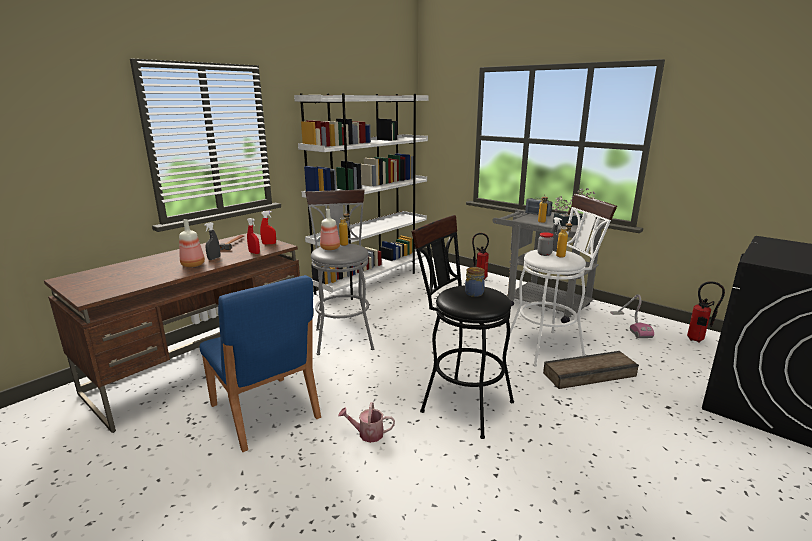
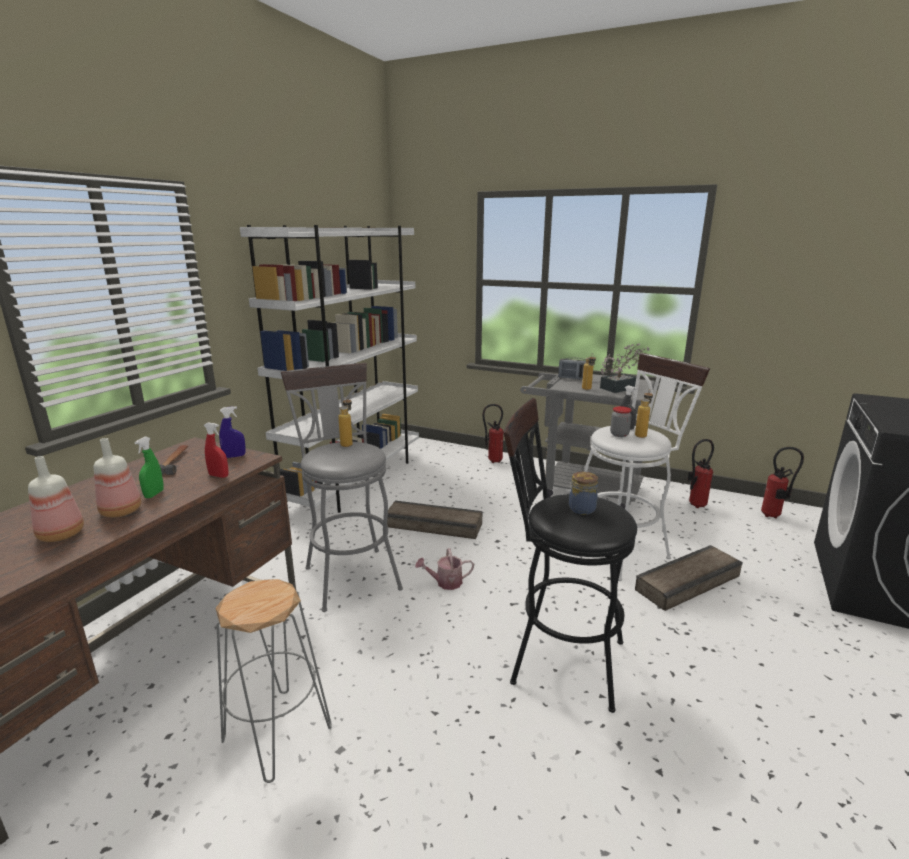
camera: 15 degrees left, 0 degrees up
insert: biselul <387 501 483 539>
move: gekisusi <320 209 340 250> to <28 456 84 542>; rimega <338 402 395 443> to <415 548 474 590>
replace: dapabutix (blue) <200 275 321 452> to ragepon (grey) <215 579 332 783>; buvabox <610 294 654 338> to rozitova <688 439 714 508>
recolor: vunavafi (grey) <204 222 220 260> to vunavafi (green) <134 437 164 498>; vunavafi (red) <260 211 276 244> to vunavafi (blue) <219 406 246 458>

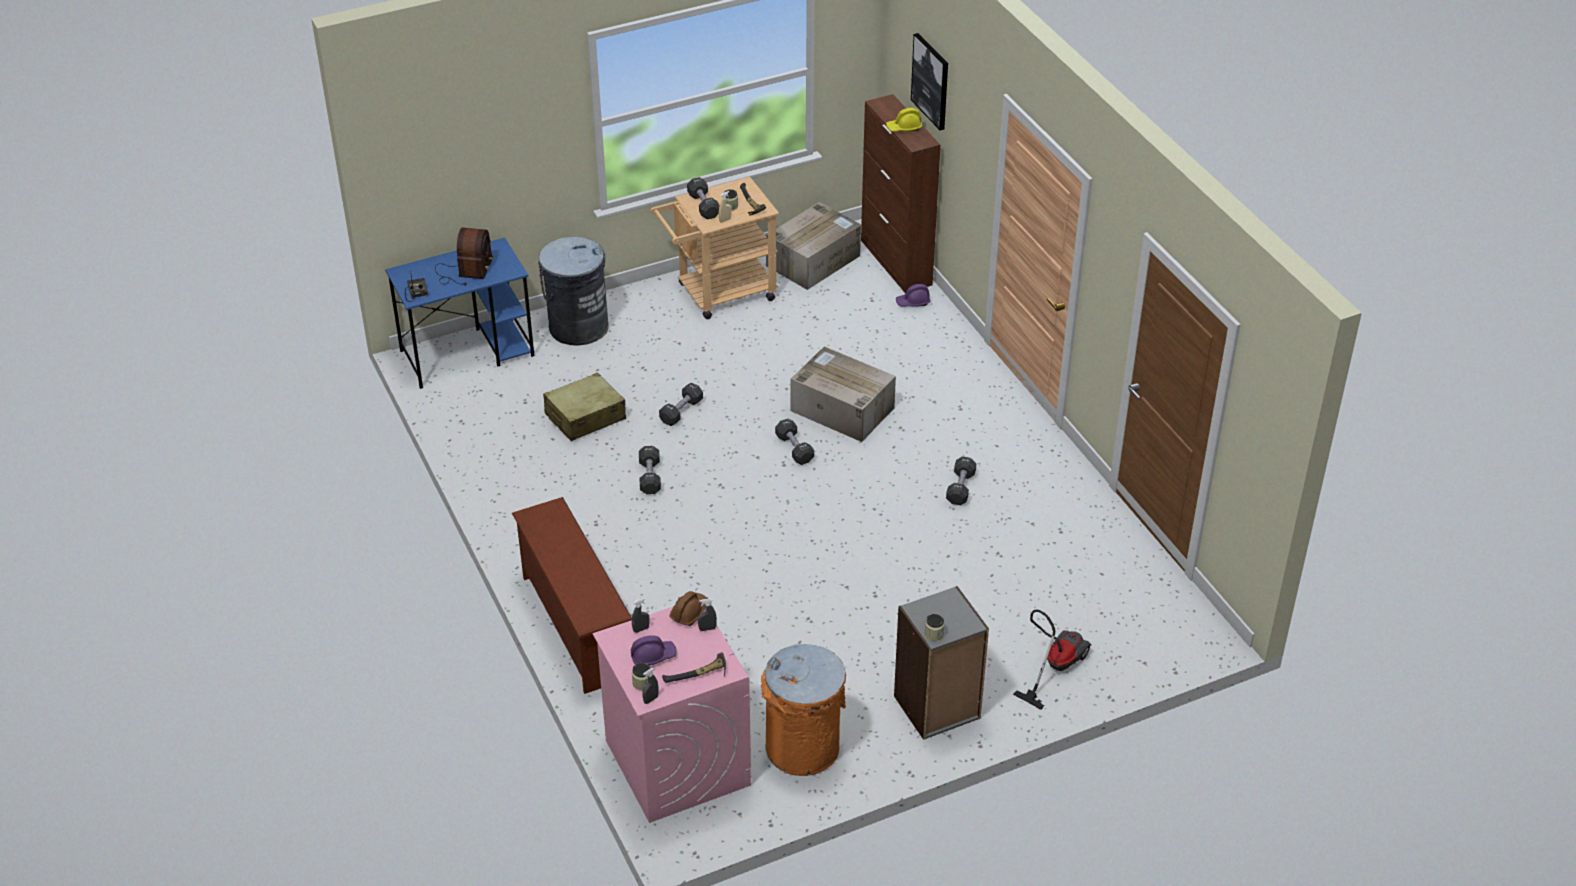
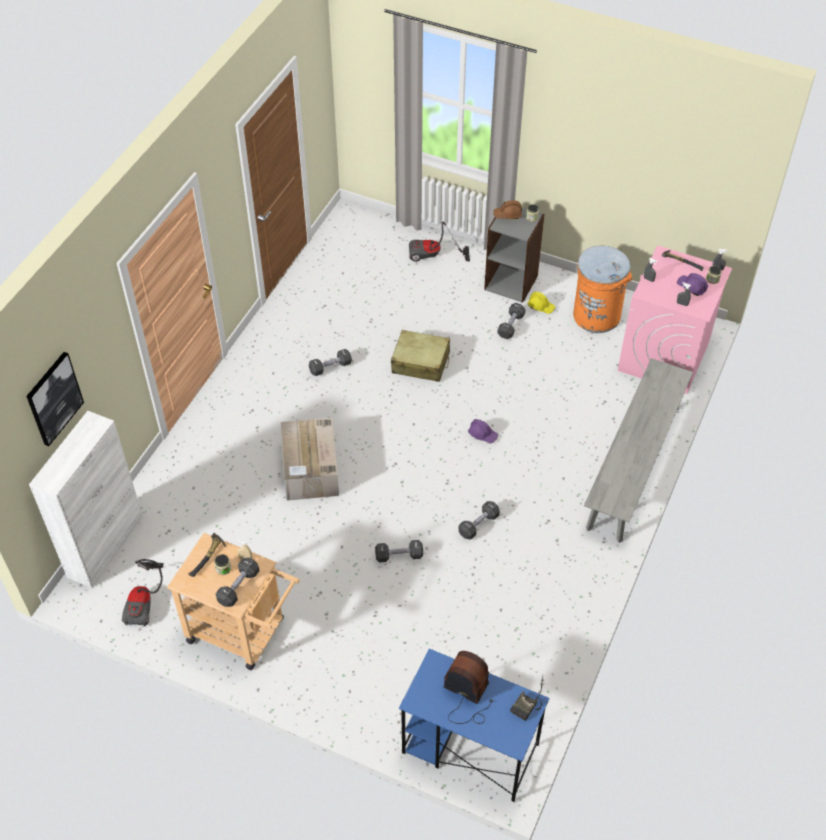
camera: 130 degrees left, 10 degrees up
delete: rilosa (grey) <538 237 609 345>
move: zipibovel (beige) <543 373 626 441> to <391 330 450 382>; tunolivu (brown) <669 591 709 626> to <493 200 522 219>; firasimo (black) <775 419 814 465> to <497 303 526 339>; tunolivu (yellow) <886 108 922 131> to <528 292 555 314>; tunolivu (purple) <896 284 931 307> to <468 419 498 444>
replace: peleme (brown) <512 497 632 694> to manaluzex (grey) <584 358 693 543>; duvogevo <766 202 861 290> to buvabox <122 559 164 626>
recolor: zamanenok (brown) <861 94 941 293> to zamanenok (white) <29 411 143 588>
rotate: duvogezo <435 227 493 286> = <444 651 493 724> 60 degrees clockwise

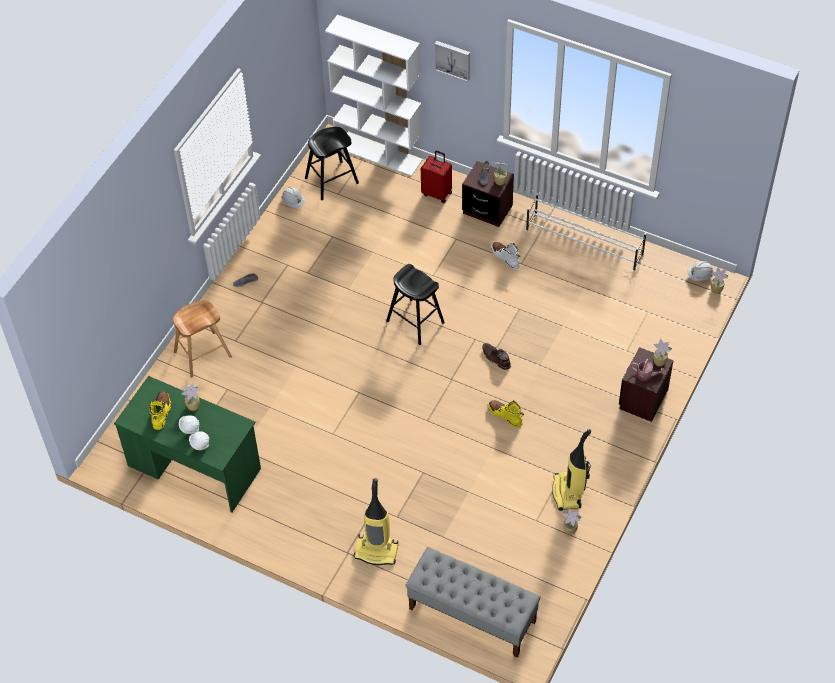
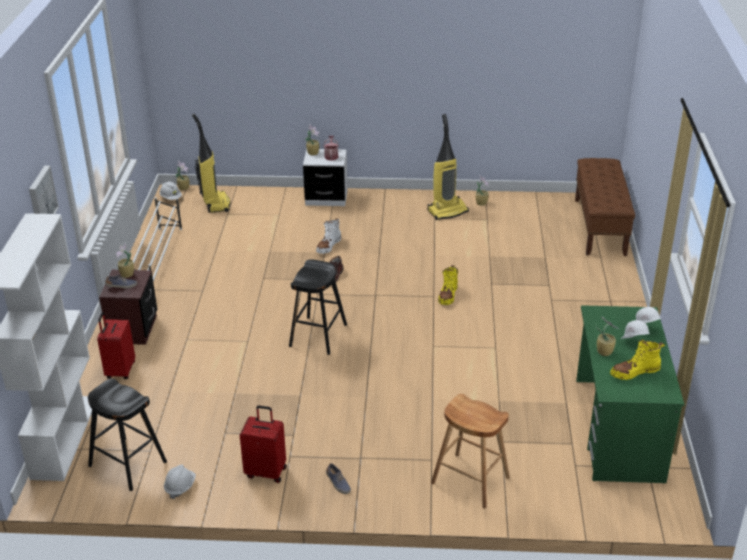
camera: 115 degrees left, 20 degrees down
insert: zipibovel (red) <240 405 287 483>
move: buvabox <354 478 398 565> to <192 113 230 213>; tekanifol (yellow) <487 400 524 428> to <438 265 458 305>; tekanifol (white) <491 242 520 270> to <316 219 341 254>
recolor: manaluzex (grey) <406 547 541 658> to manaluzex (brown) <575 158 635 256>; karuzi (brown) <619 347 674 422> to karuzi (white) <303 149 348 206>

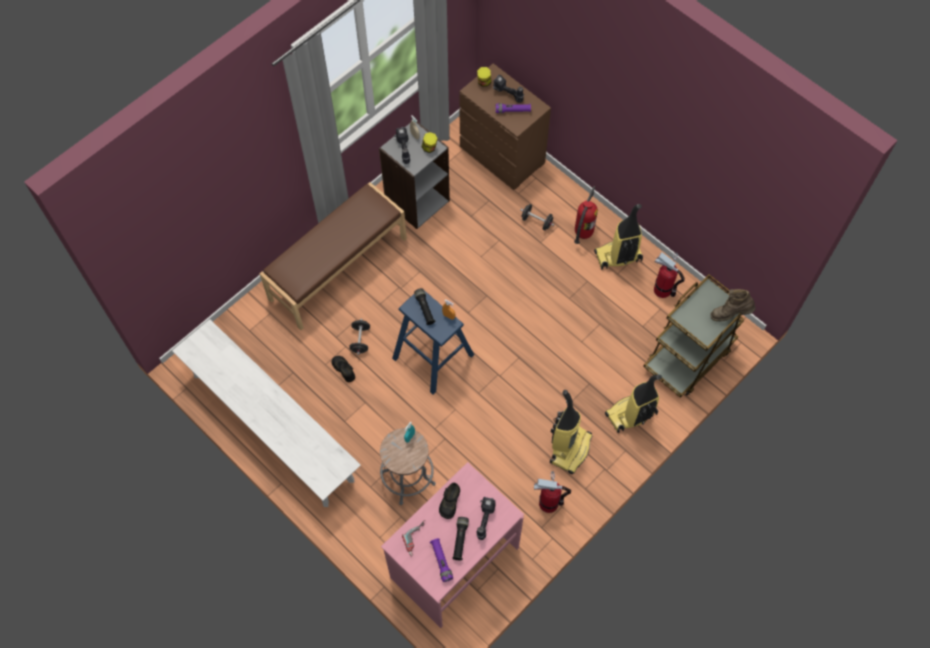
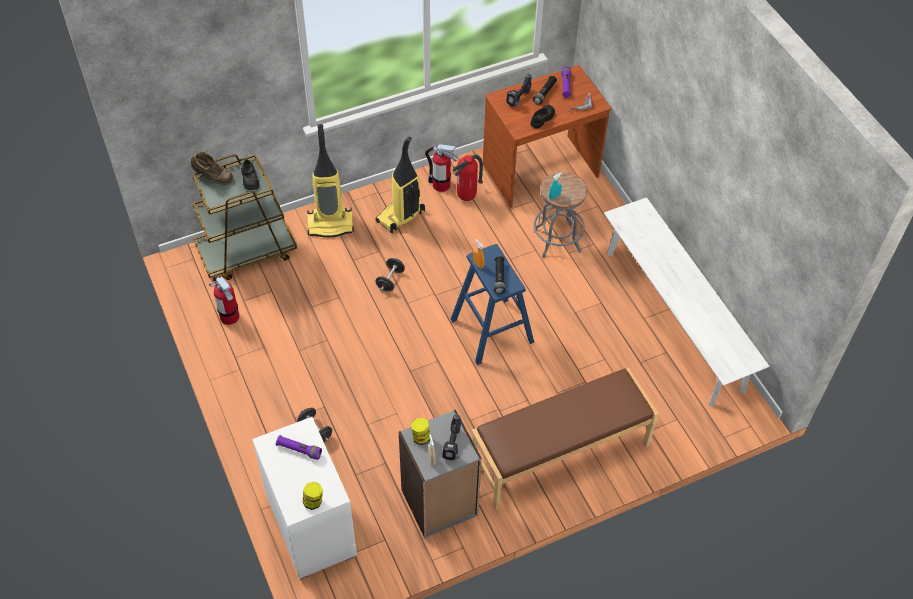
camera: 160 degrees left, 10 degrees down
delete: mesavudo <493 75 524 103>; buvabox <594 204 643 270>
move: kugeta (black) <331 356 355 382> to <241 160 260 190>; firasimo (black) <349 319 370 355> to <376 258 405 291>; rozitova <574 186 598 244> to <452 155 483 201>
recolor: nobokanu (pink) <381 462 524 628> to nobokanu (brown) <483 65 612 208>; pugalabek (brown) <459 63 551 190> to pugalabek (white) <252 417 357 579>

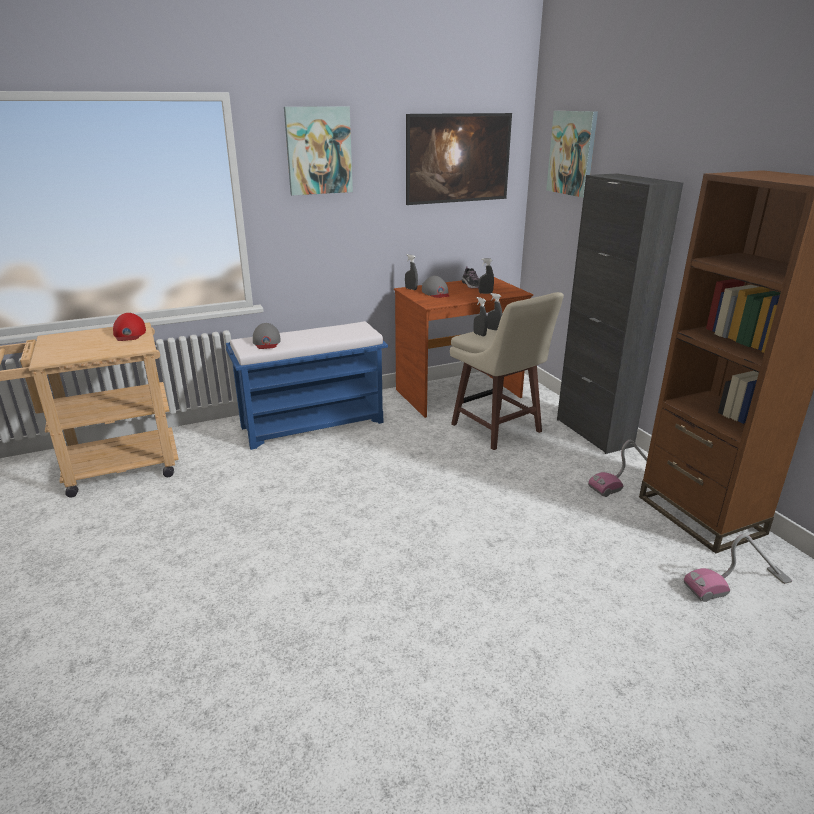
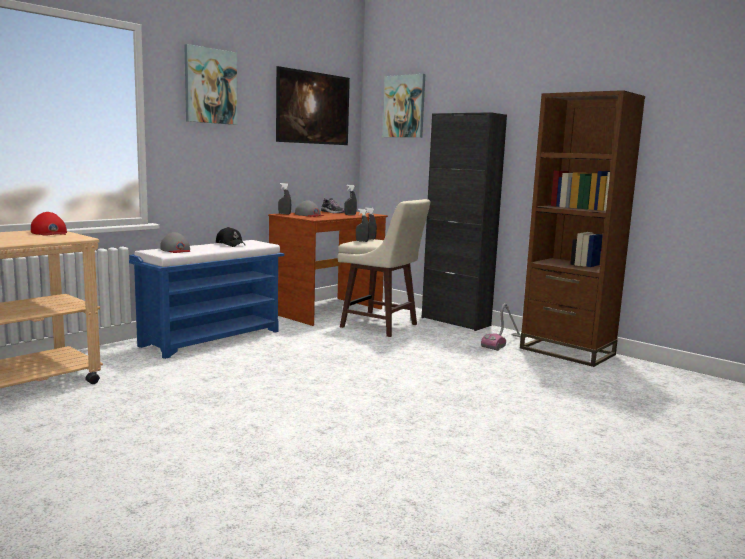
camera: 25 degrees left, 15 degrees down
delete: buvabox <684 534 792 602>
insert: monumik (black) <216 227 246 247>

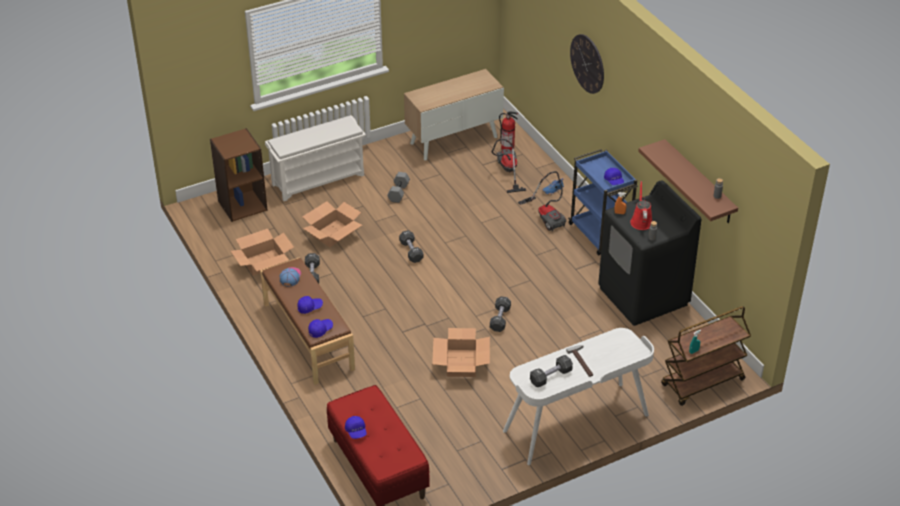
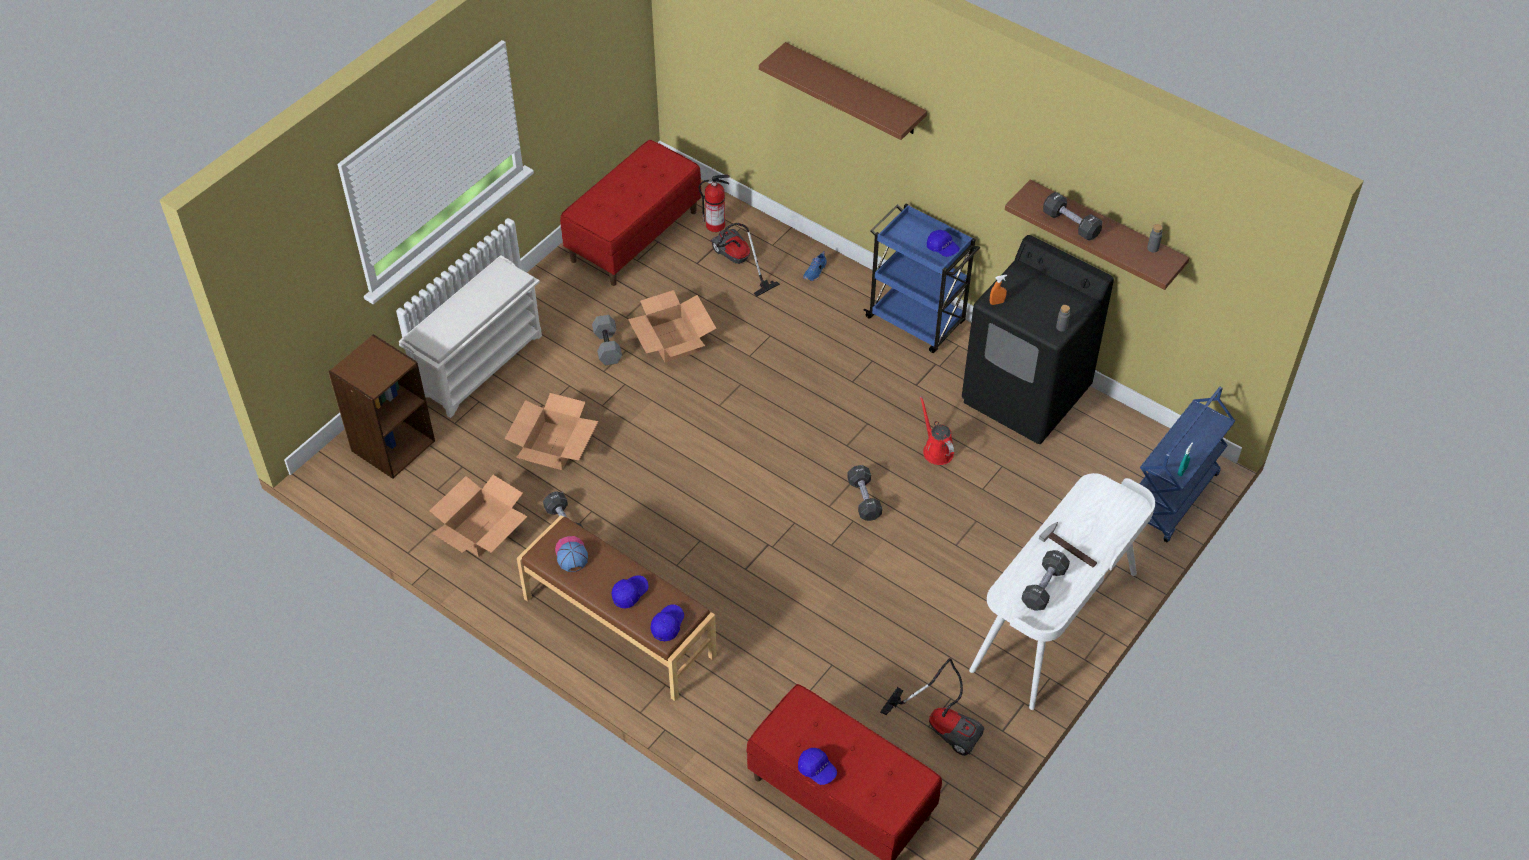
camera: 25 degrees left, 10 degrees up
move: firasimo (black) <399 230 424 263> to <1043 192 1102 241>; duvogevo <432 328 490 377> to <628 290 716 363>; buvabox <518 171 566 231> to <880 658 984 756>; rimega (red) <630 181 652 230> to <920 396 954 465>
replace: zamanenok <404 69 504 161> to manaluzex (red) <560 140 701 286>; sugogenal <570 34 604 94> to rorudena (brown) <759 42 927 140>
recolor: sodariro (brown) <661 306 751 406> to sodariro (blue) <1139 387 1235 543>

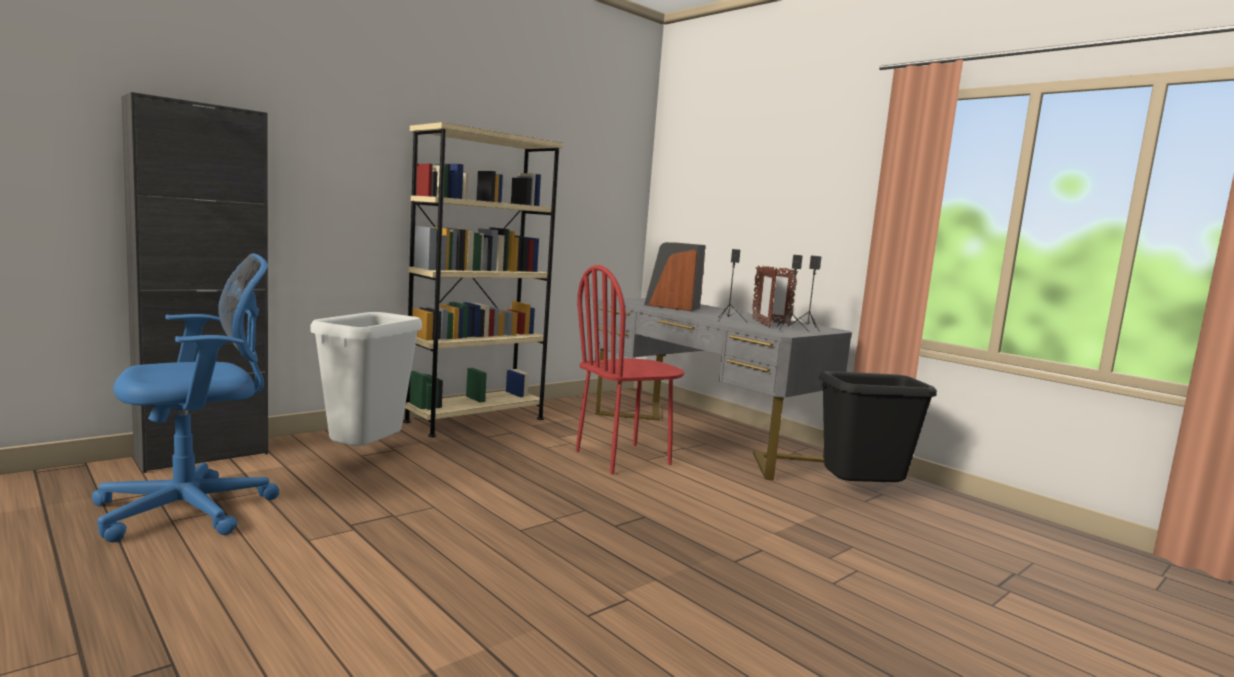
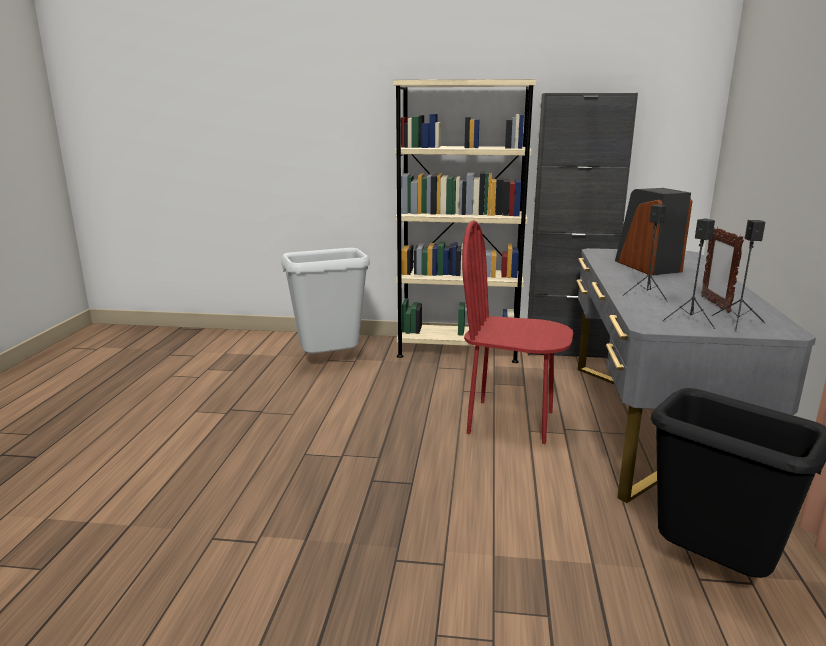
camera: 50 degrees right, 10 degrees up
delete: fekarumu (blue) <92 253 280 542>; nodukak <756 267 777 327>
move: zamanenok (black) <122 92 268 473> to <527 93 638 359>

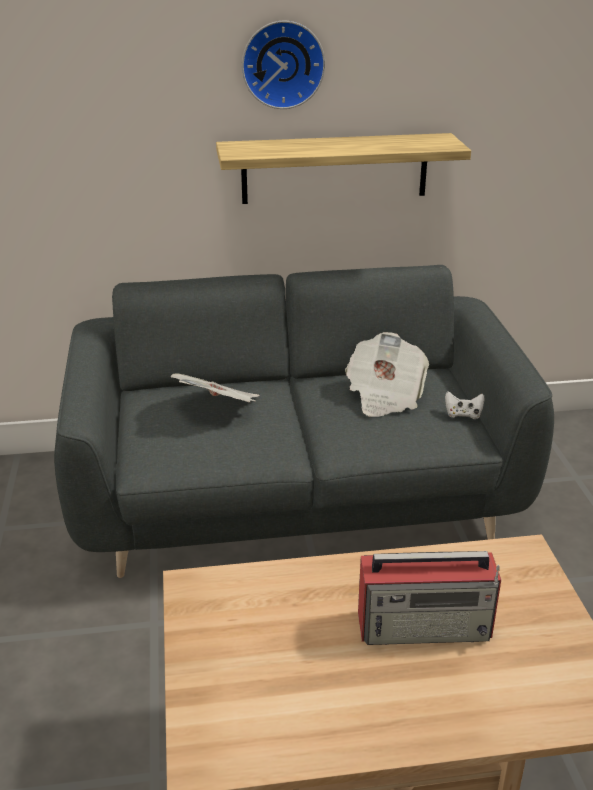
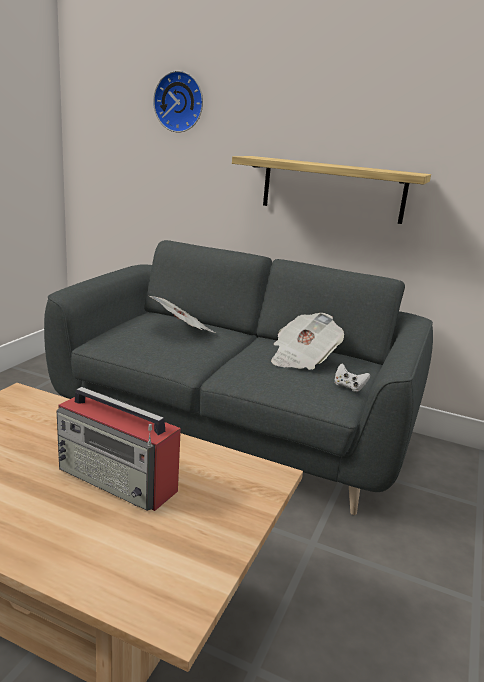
camera: 30 degrees right, 10 degrees down
move: sugogenal <242 20 325 109> to <153 71 203 133>

